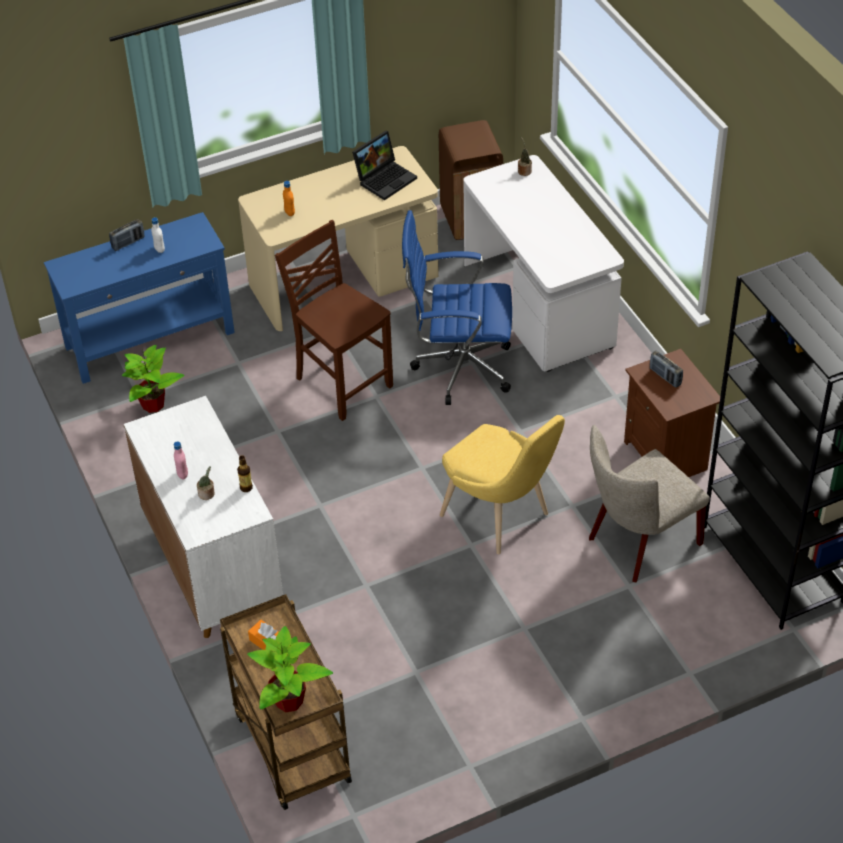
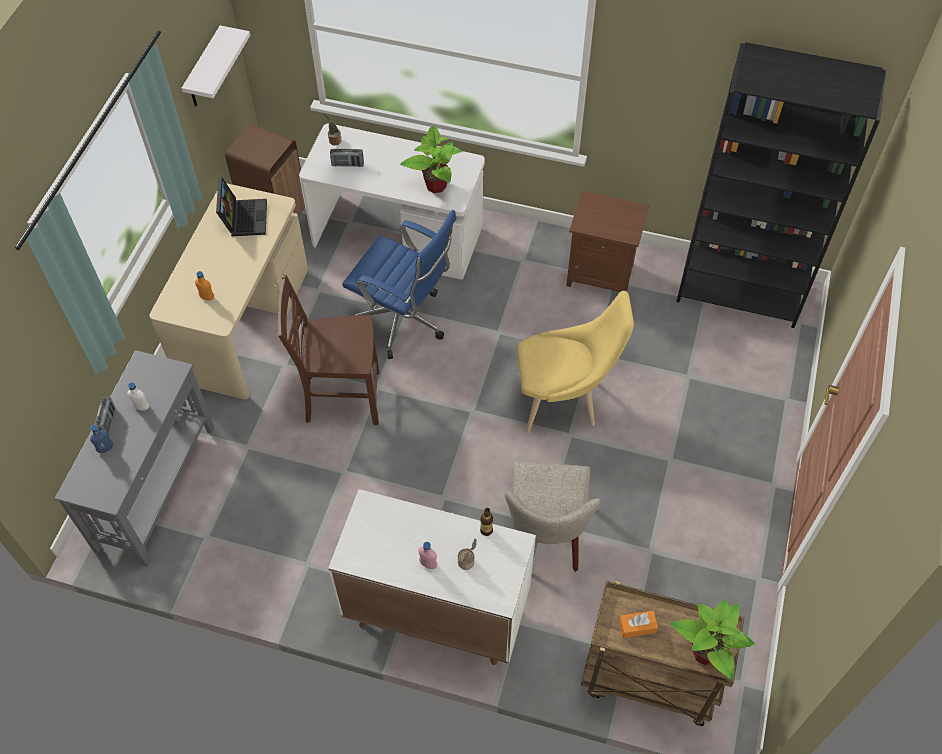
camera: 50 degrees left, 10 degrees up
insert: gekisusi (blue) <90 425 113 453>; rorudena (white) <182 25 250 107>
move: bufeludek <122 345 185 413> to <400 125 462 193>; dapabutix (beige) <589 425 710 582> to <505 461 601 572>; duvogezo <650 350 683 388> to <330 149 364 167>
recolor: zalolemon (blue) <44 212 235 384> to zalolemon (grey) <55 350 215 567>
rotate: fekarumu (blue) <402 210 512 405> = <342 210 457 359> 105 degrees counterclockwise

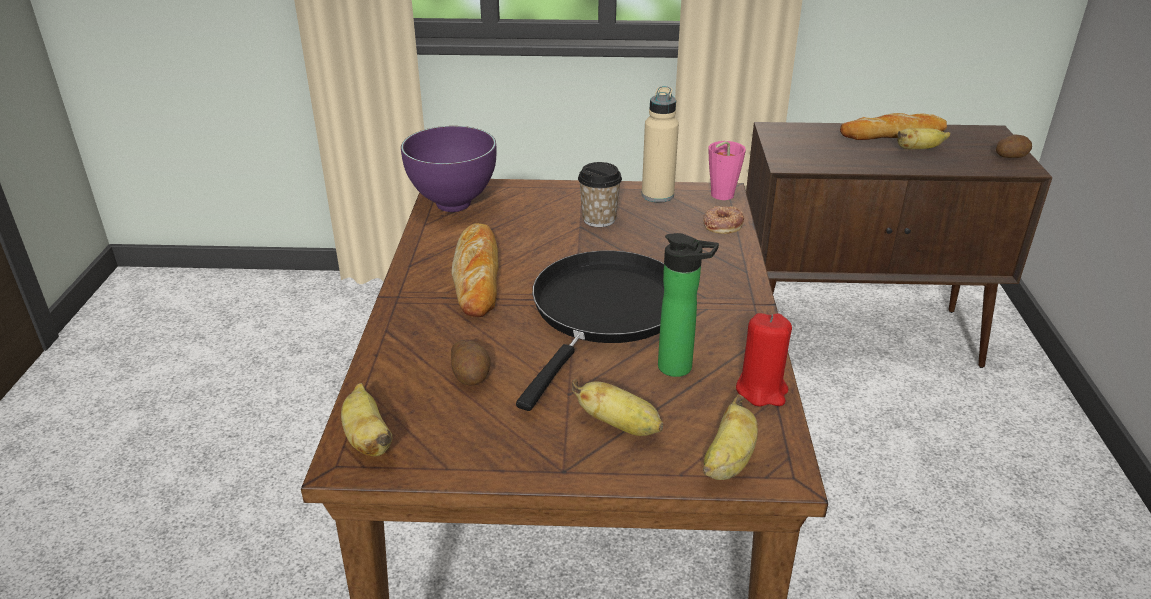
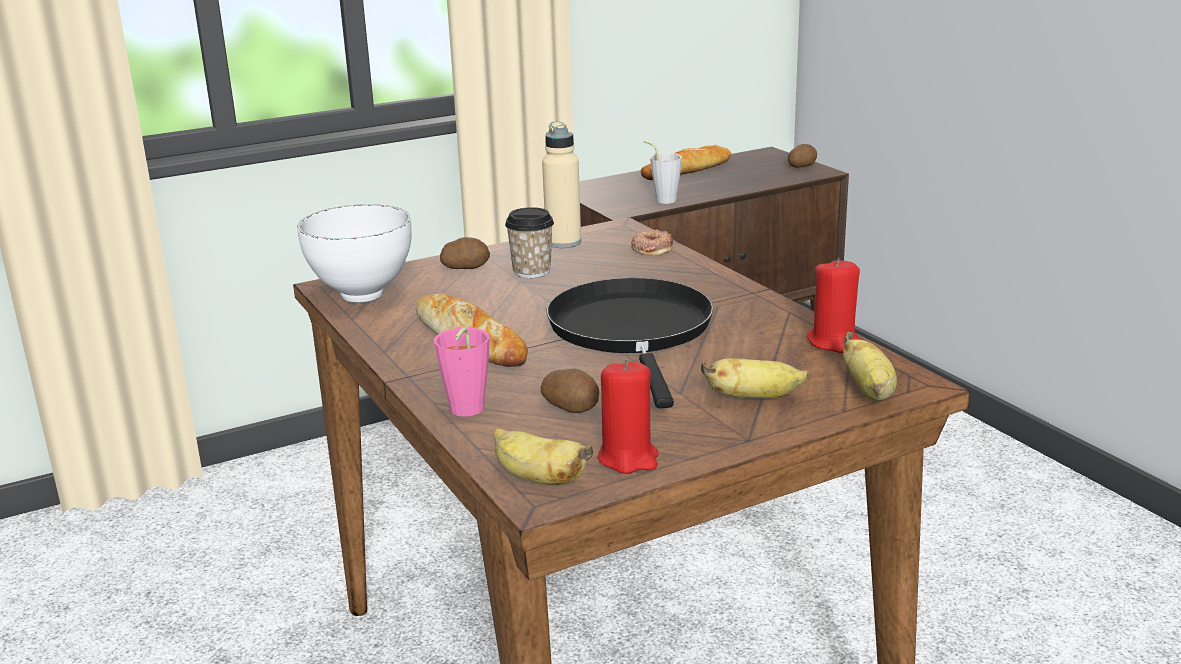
camera: 30 degrees left, 10 degrees down
delete: gekisusi <658 233 719 377>; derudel <897 128 951 149>
insert: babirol <440 237 490 269>; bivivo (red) <598 360 658 474>; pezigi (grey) <643 140 682 204>
move: pezigi (pink) <708 141 746 200> to <434 328 490 416>
recolor: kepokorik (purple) <401 126 497 212> to kepokorik (white) <297 204 412 303>

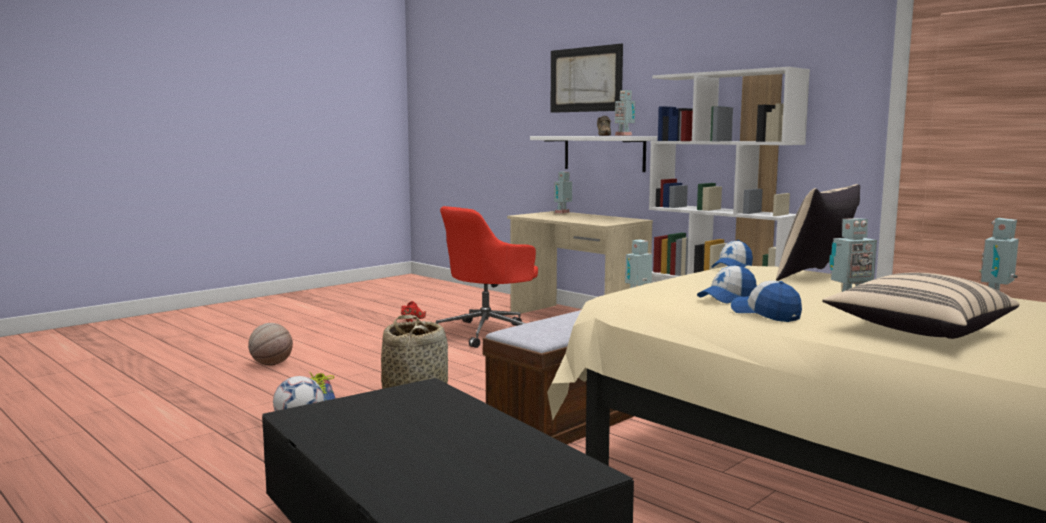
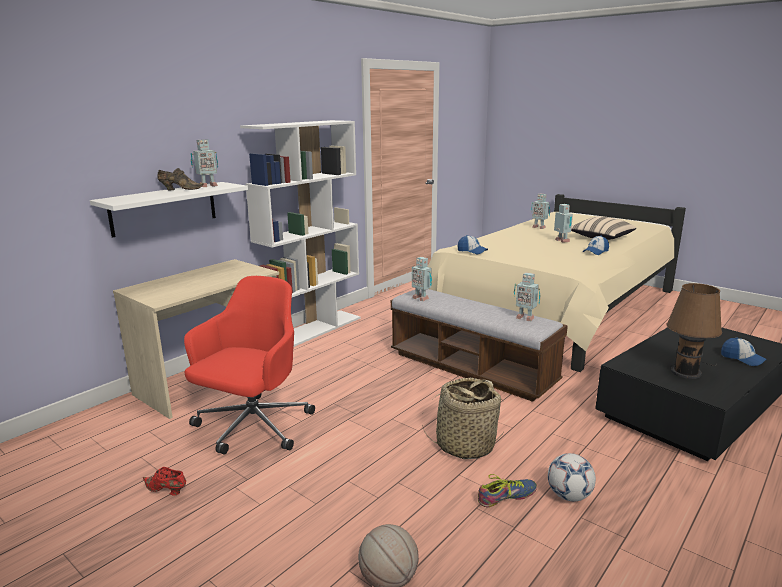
camera: 95 degrees left, 10 degrees up
delete: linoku <551 43 623 113>; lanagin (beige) <776 184 860 281>
insert: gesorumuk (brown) <667 283 722 379>
move: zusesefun <554 172 572 214> to <514 272 541 321>; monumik <697 264 757 304> to <721 338 767 366>
rotate: fekarumu (red) <436 206 538 348> = <184 276 315 454> 105 degrees counterclockwise

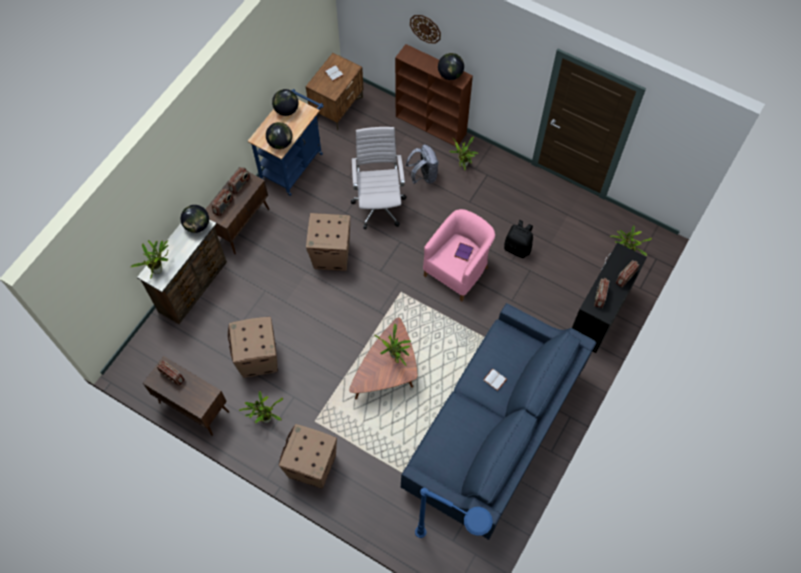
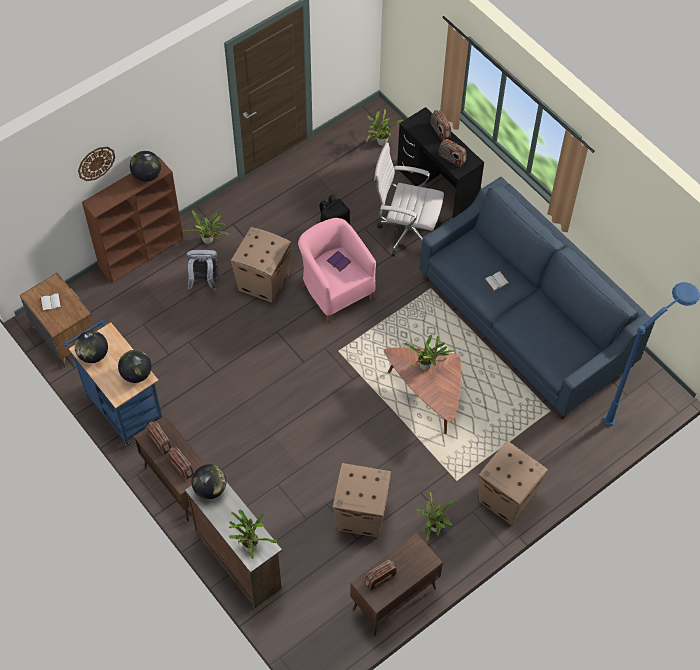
camera: 70 degrees left, 5 degrees down
move: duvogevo <306 213 350 271> to <230 227 291 303>; fekarumu (white) <351 127 407 229> to <374 142 444 257>

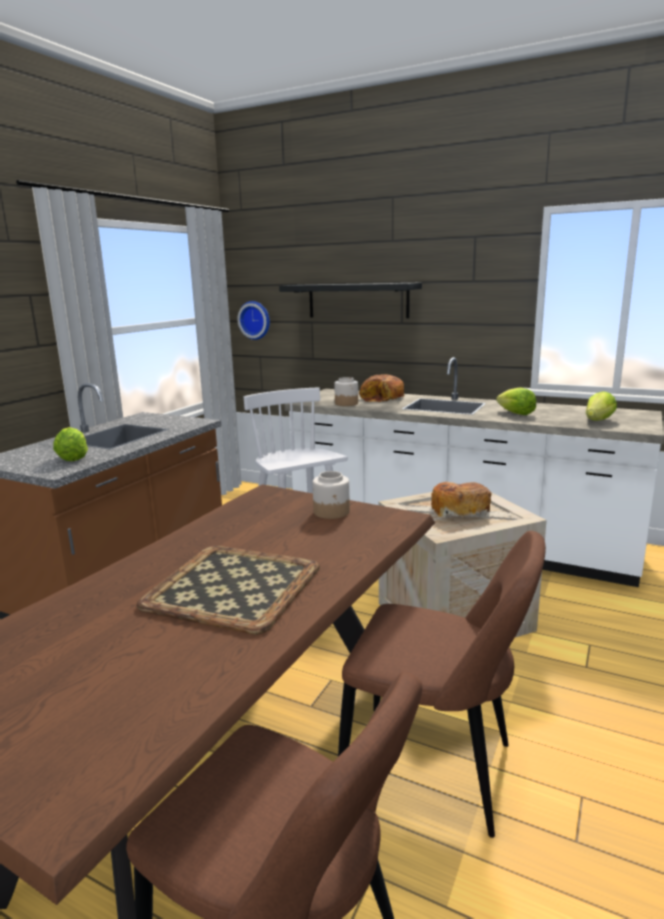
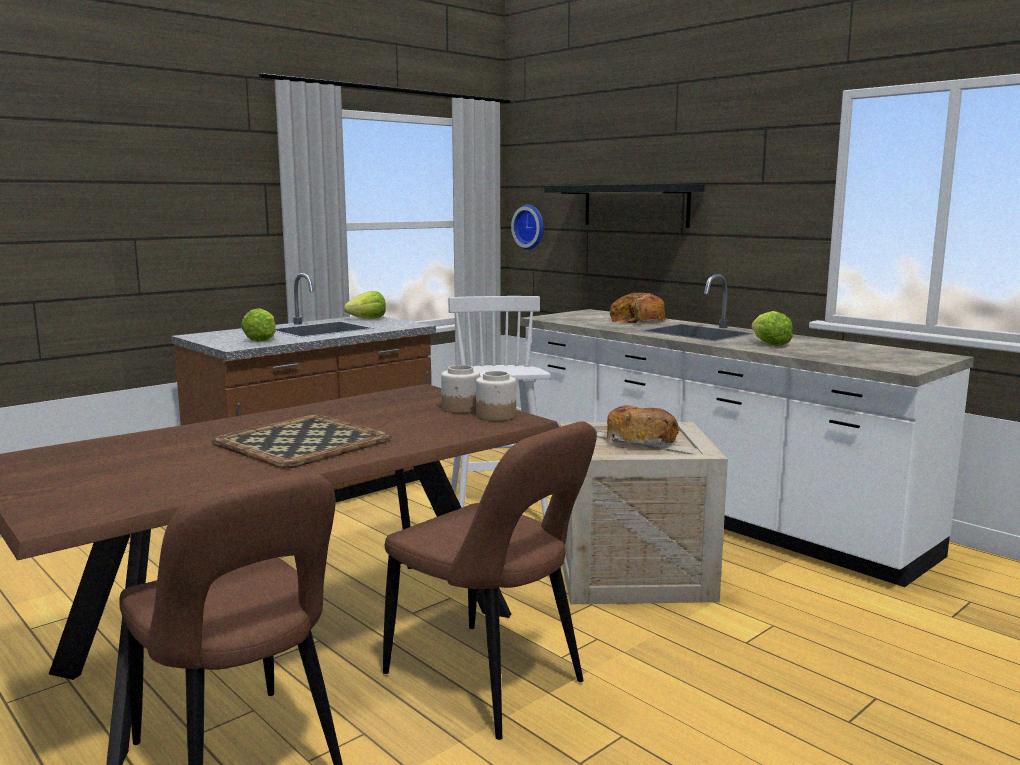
camera: 20 degrees right, 5 degrees down
move: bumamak <334 377 358 406> to <476 371 516 421>; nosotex <586 391 617 421> to <344 291 386 319>

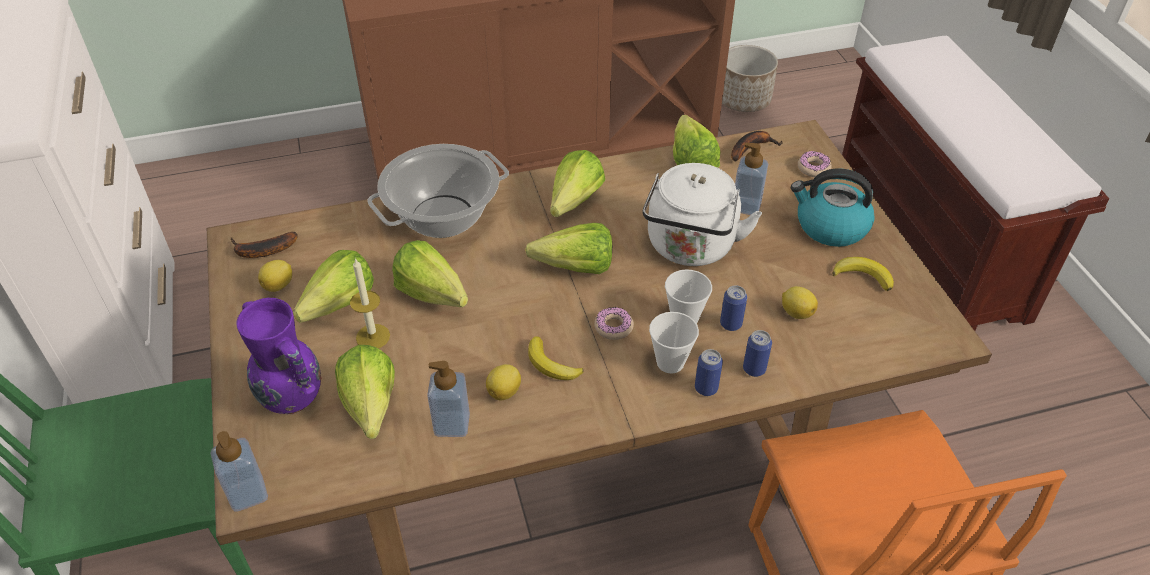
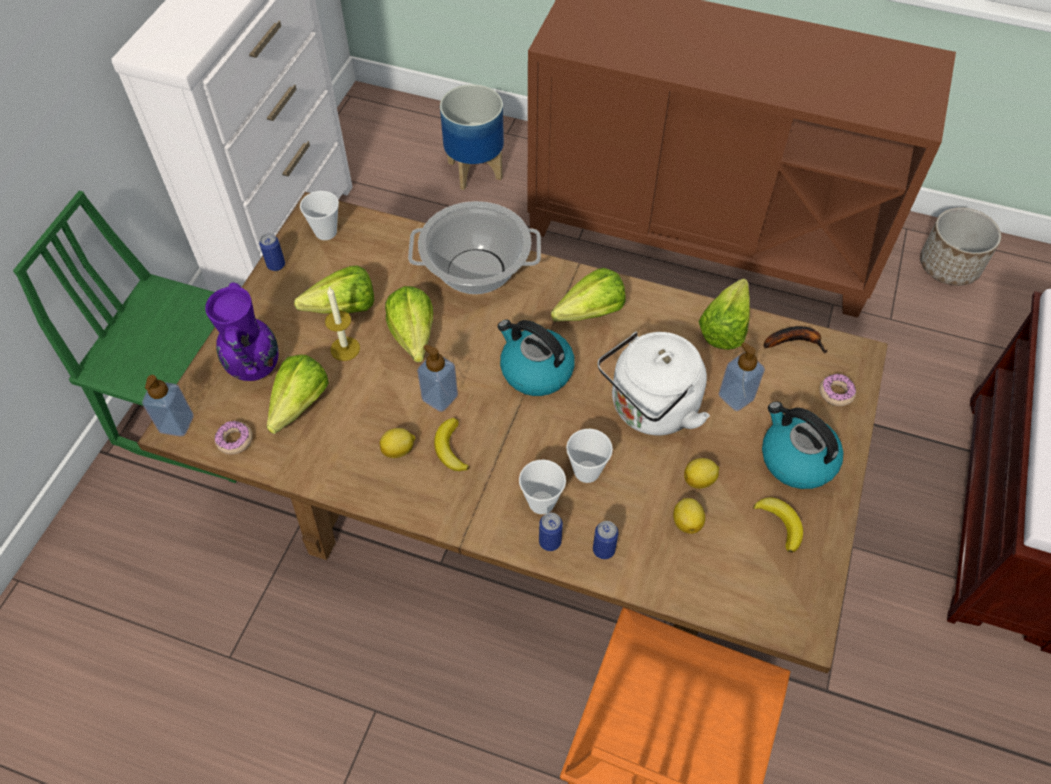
camera: 35 degrees right, 10 degrees up
insert: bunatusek <440 84 504 190>
move: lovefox <258 260 292 292> to <684 458 719 489>; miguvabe <427 361 470 437> to <417 345 458 412>; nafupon <594 307 634 340> to <215 421 253 454>; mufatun <720 285 747 331> to <259 233 285 271>
replace: derudel <231 232 298 258> to pezigi <300 191 339 240>; nosotex <525 223 612 274> to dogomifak <498 320 575 396>

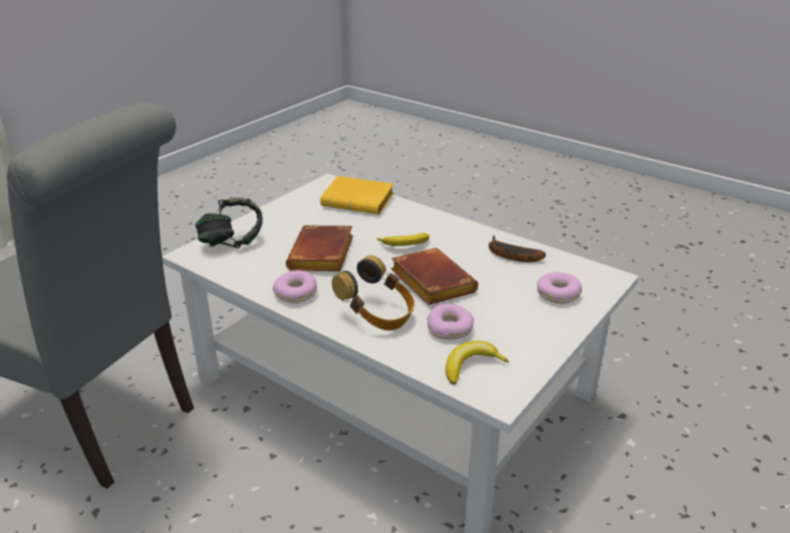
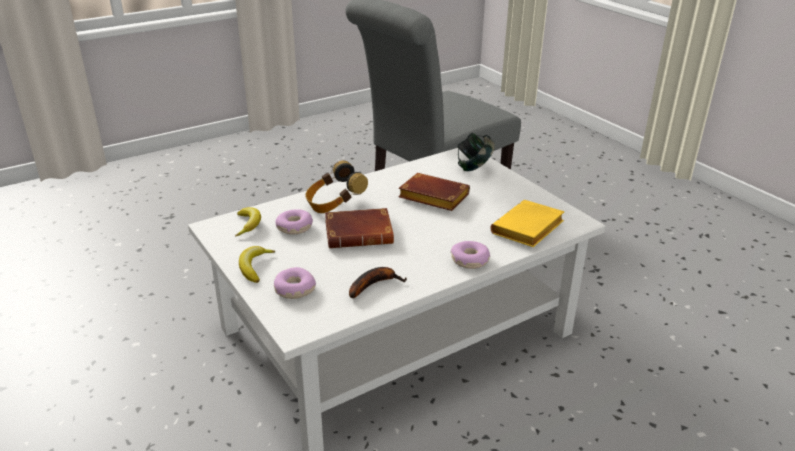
camera: 110 degrees right, 0 degrees up
move: nafupon <273 270 317 303> to <451 241 490 269>; derudel <377 233 429 246> to <239 246 275 283>

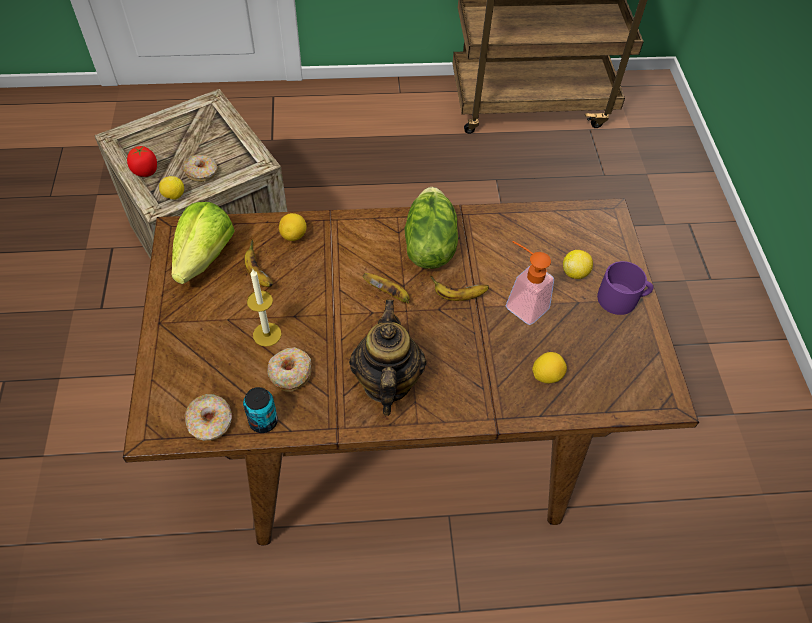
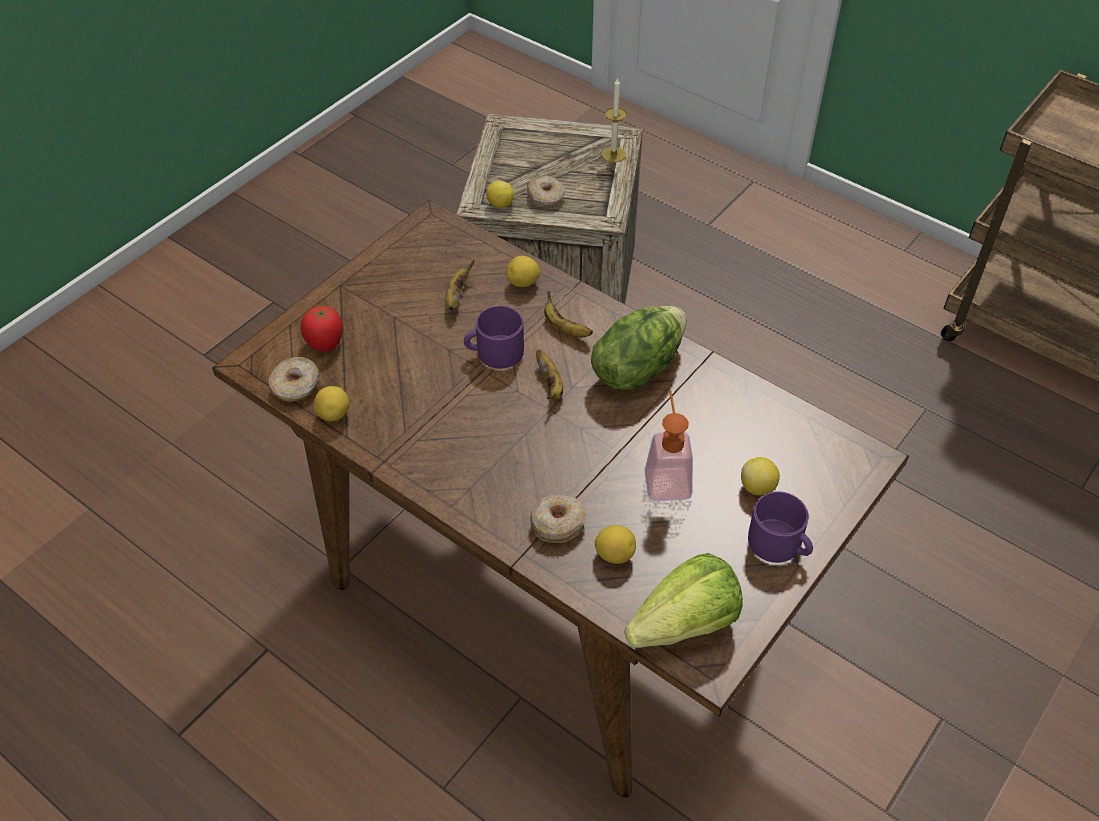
camera: 45 degrees right, 5 degrees down
delete: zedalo <349 300 426 416>
insert: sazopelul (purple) <464 306 524 369>
move: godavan <127 146 157 177> to <301 306 343 352>; nosotex <172 202 235 284> to <625 553 743 648>; bivivo <247 269 281 347> to <602 77 626 163>; nafupon <267 347 311 392> to <530 495 586 543>; derudel <430 276 489 301> to <544 291 593 337>
replace: mufatun <243 387 278 433> to lovefox <314 386 349 421>

